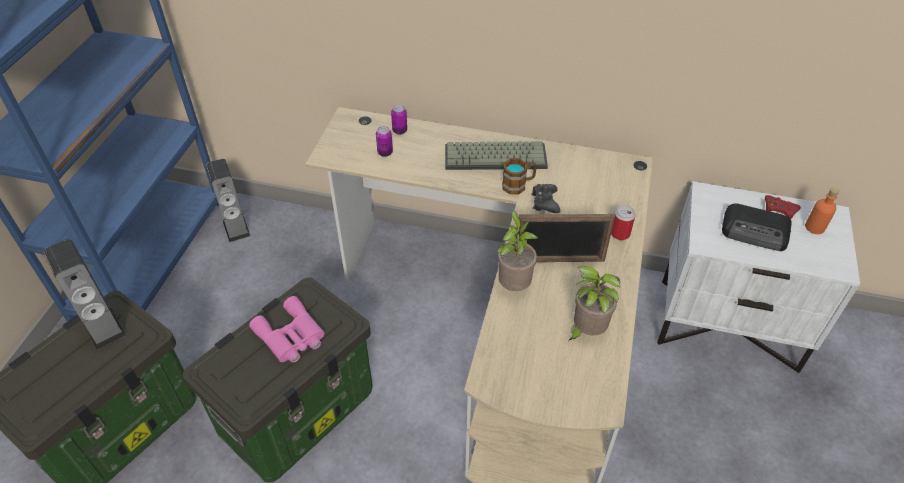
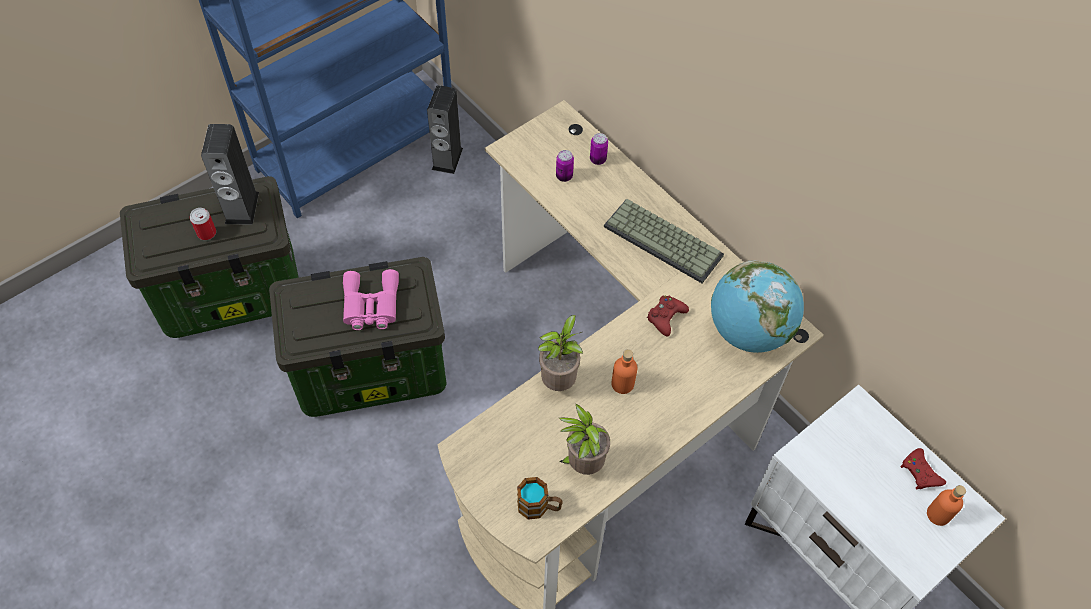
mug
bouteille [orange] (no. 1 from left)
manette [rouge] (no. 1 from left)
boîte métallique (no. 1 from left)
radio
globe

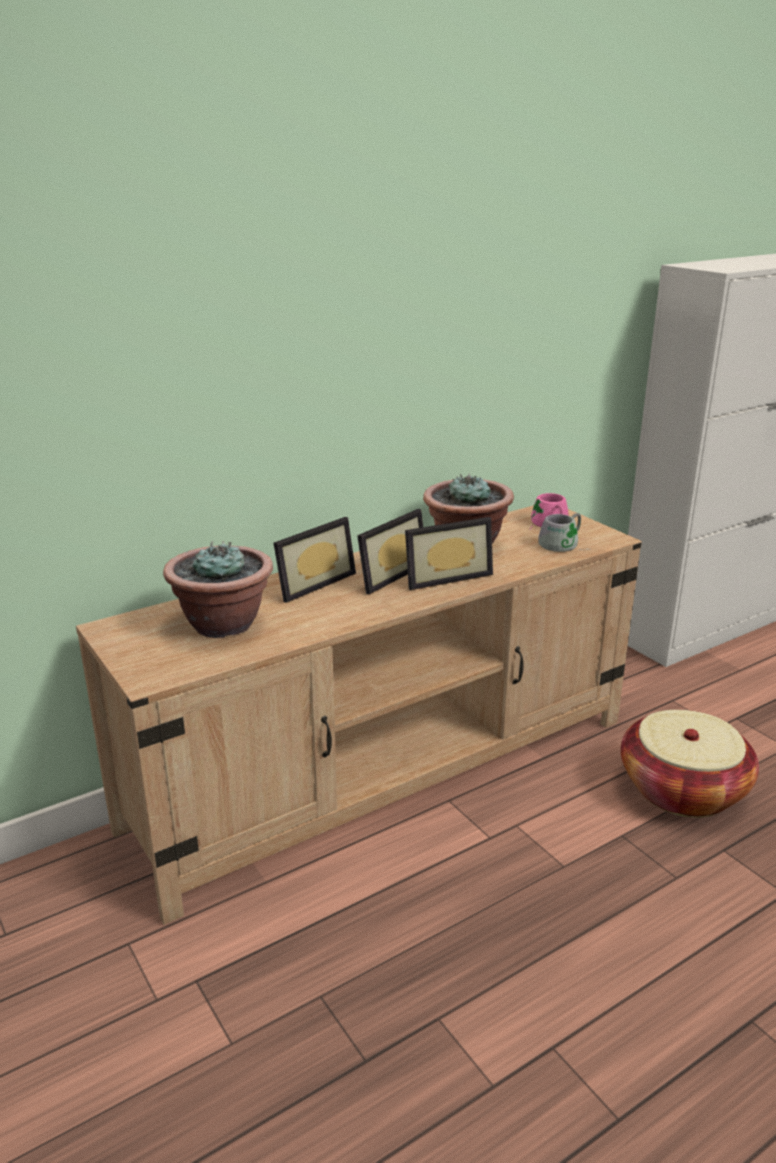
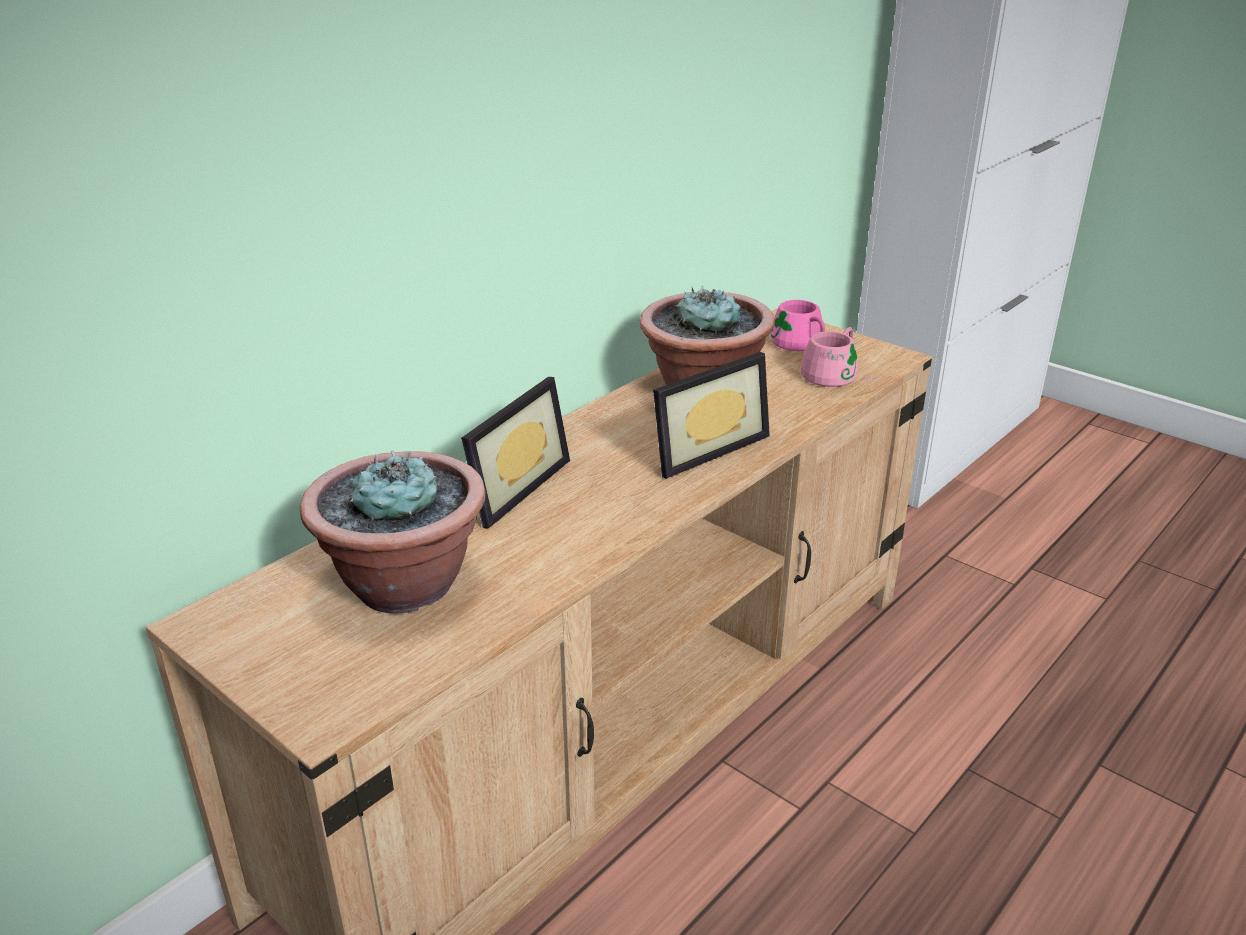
cadre photo (no. 2 from left in the first image)
mug [rose] (no. 2 from left)
panier

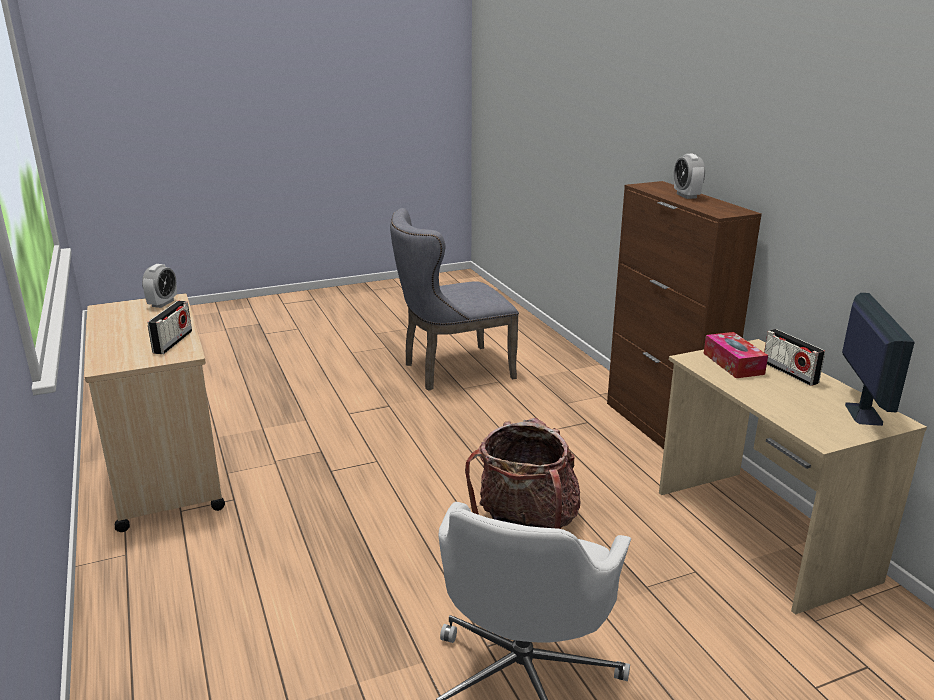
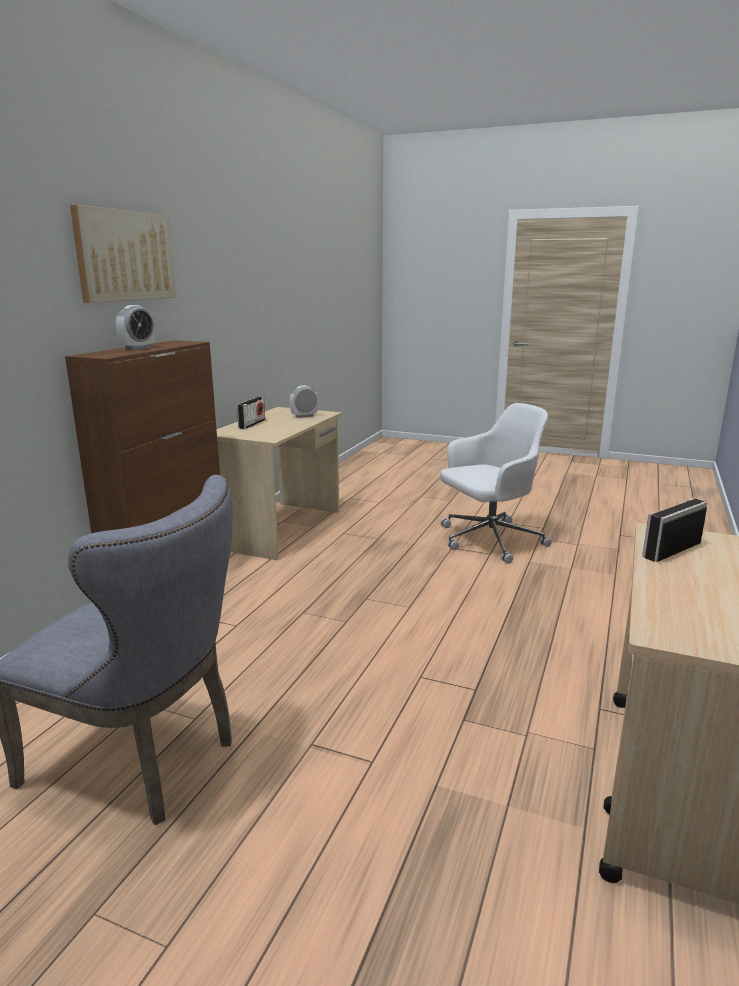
réveil (no. 2 from left)
sac à dos
boîte à mouchoirs
écran d'ordinateur
tableau

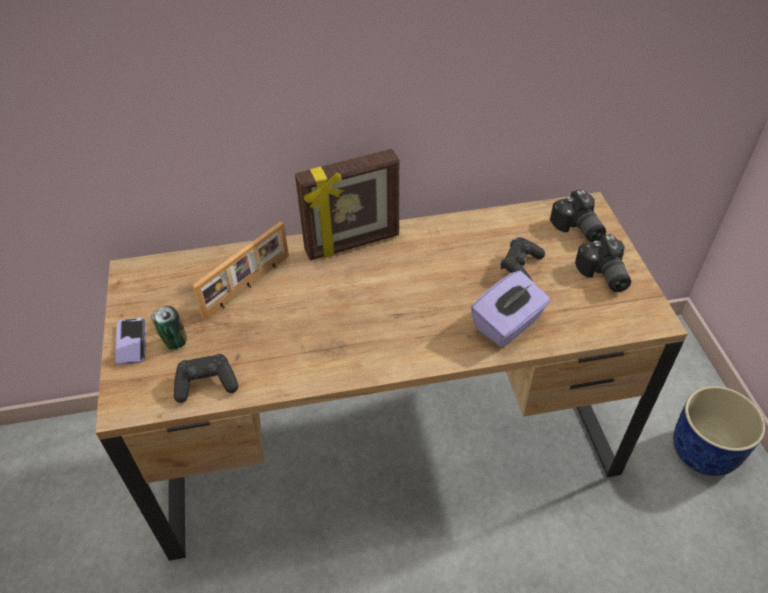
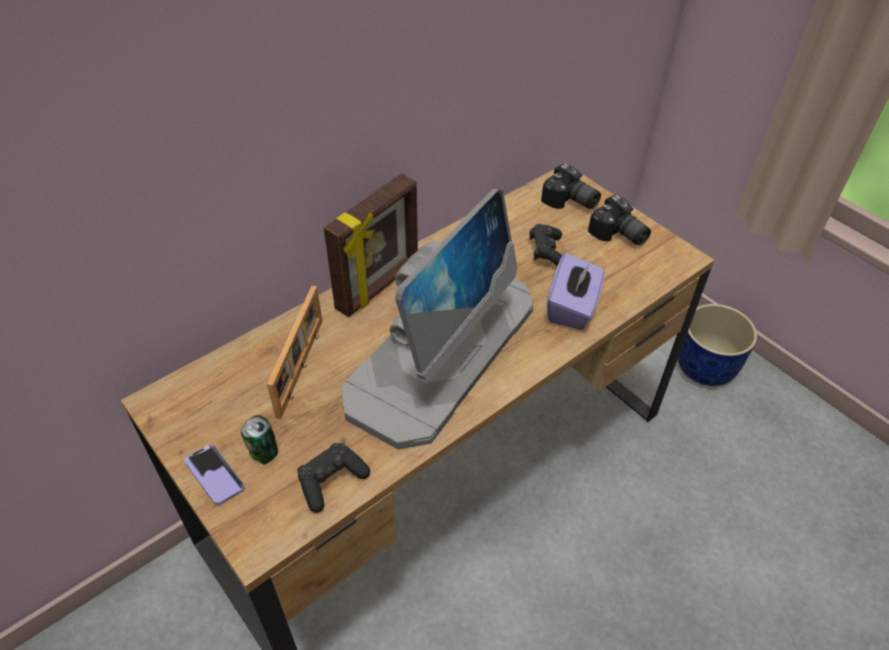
écran d'ordinateur

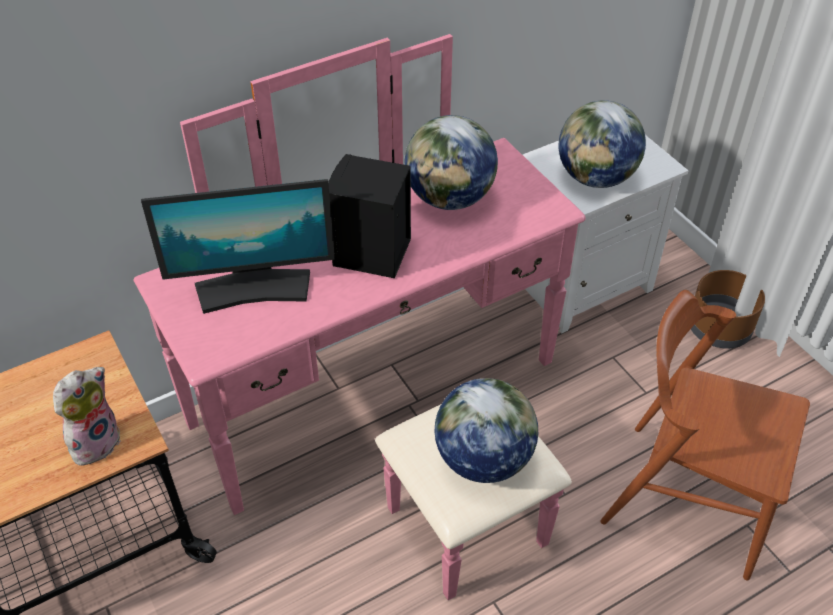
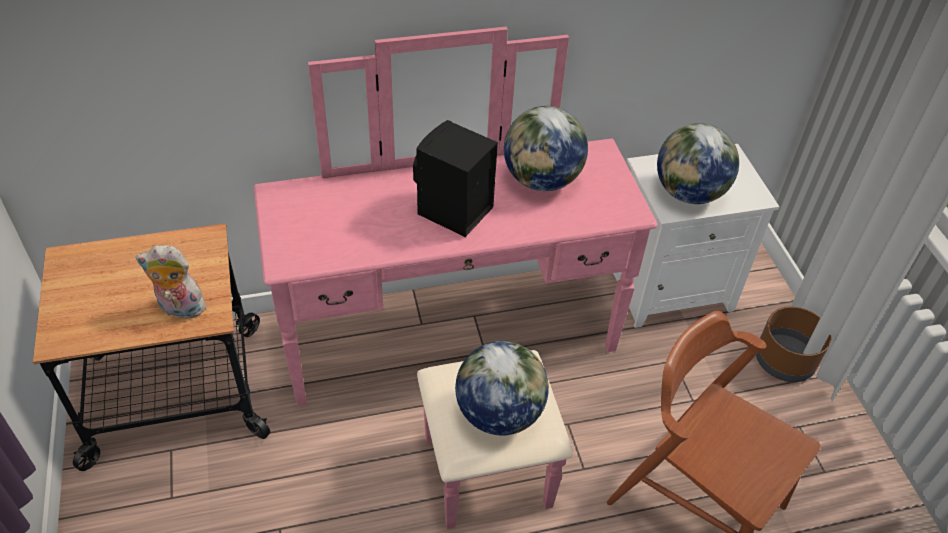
peluche
écran d'ordinateur

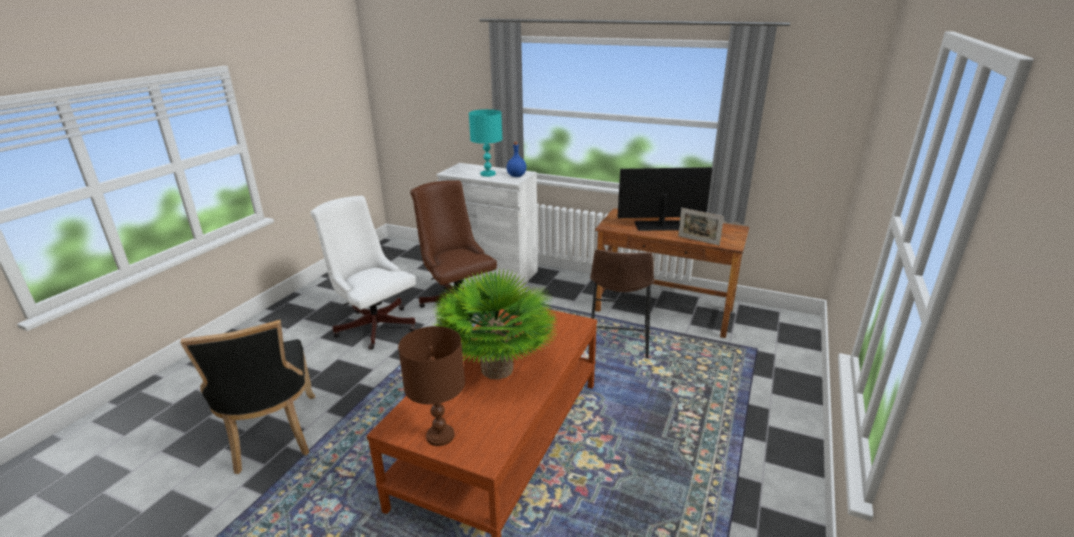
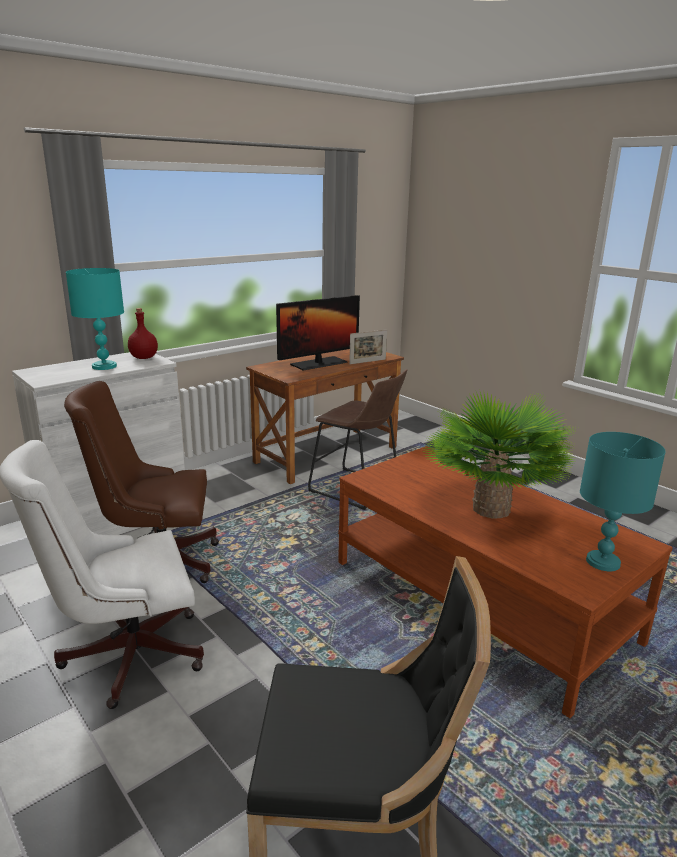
lampe de table [turquoise] (no. 2 from left)
bouteille [rouge]
écran d'ordinateur

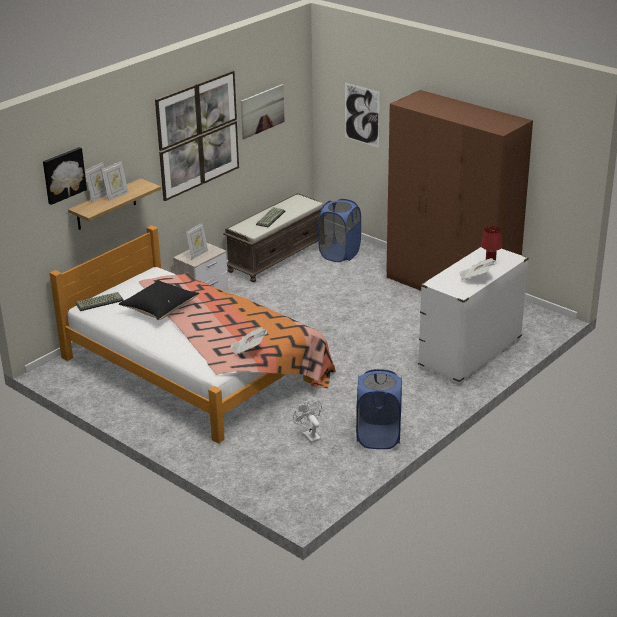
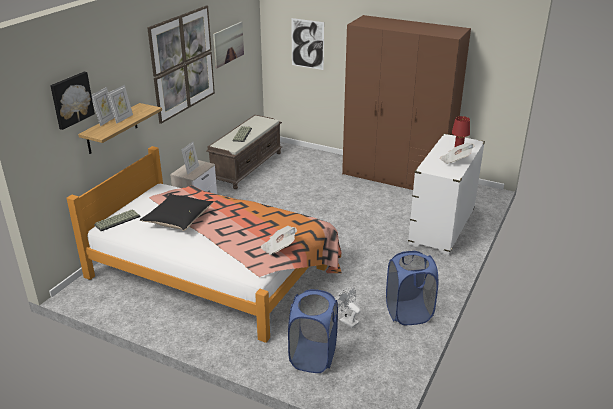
panier à linge [bleu] (no. 1 from left)

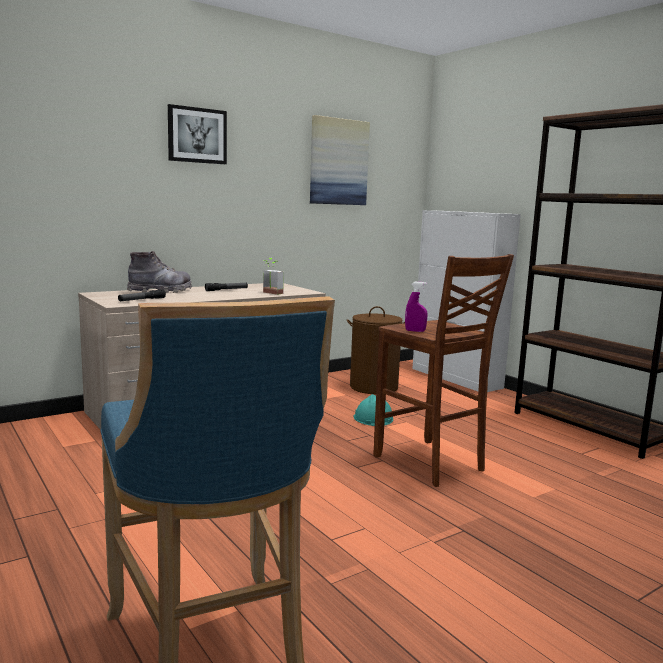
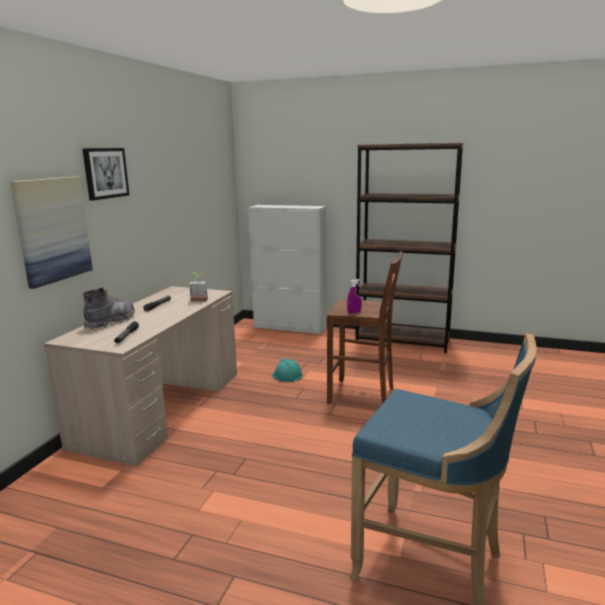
tableau (no. 1 from left)
panier à linge [marron]

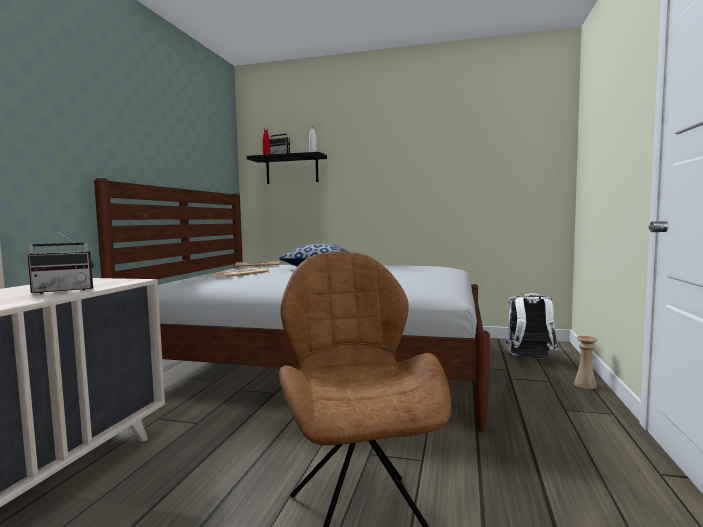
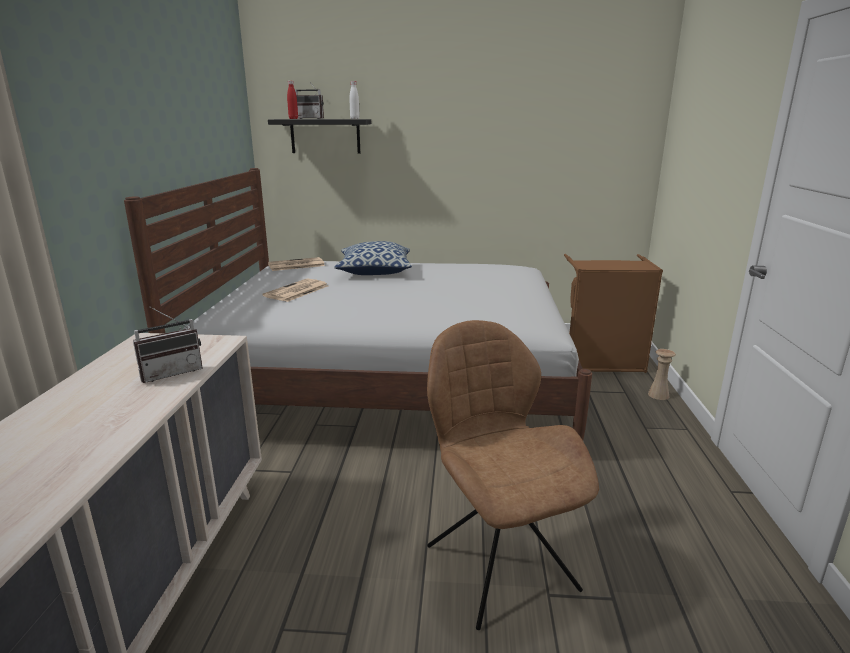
panier à linge [marron]

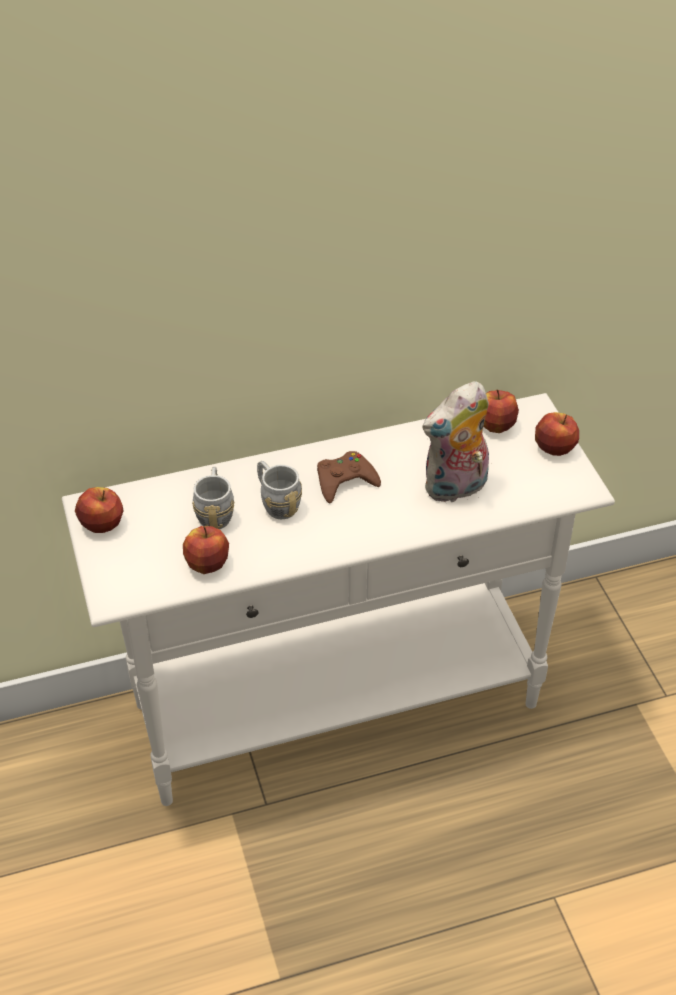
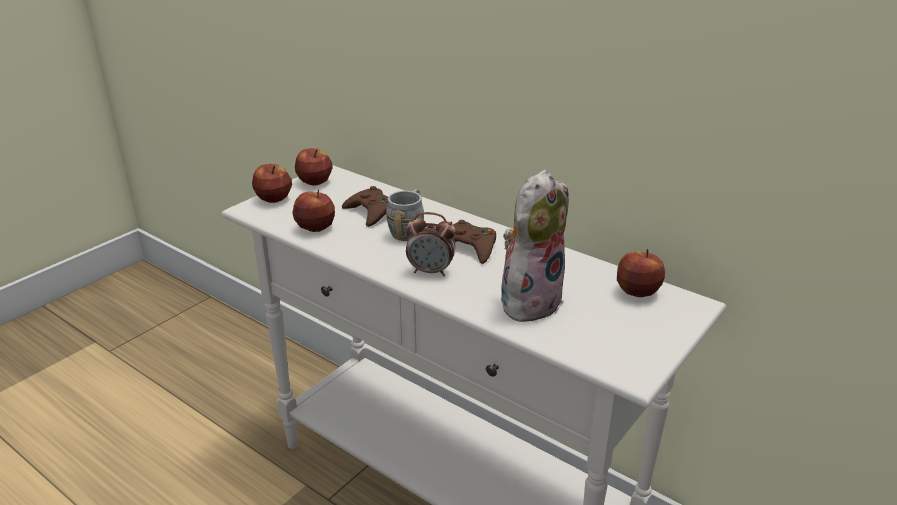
manette [marron] (no. 1 from left)
peluche
pomme (no. 1 from left)
réveil

